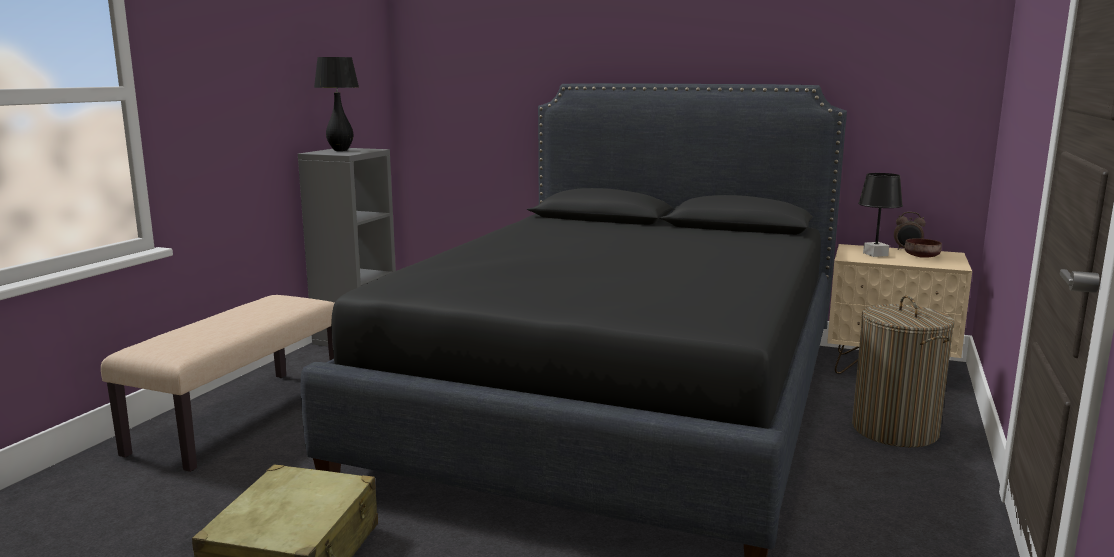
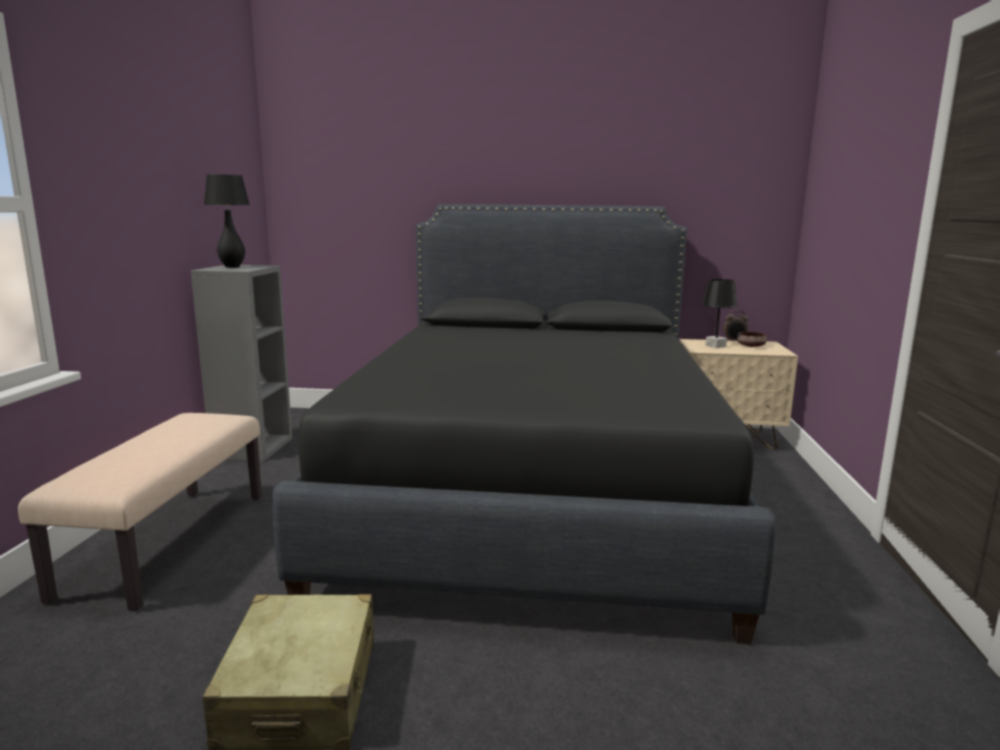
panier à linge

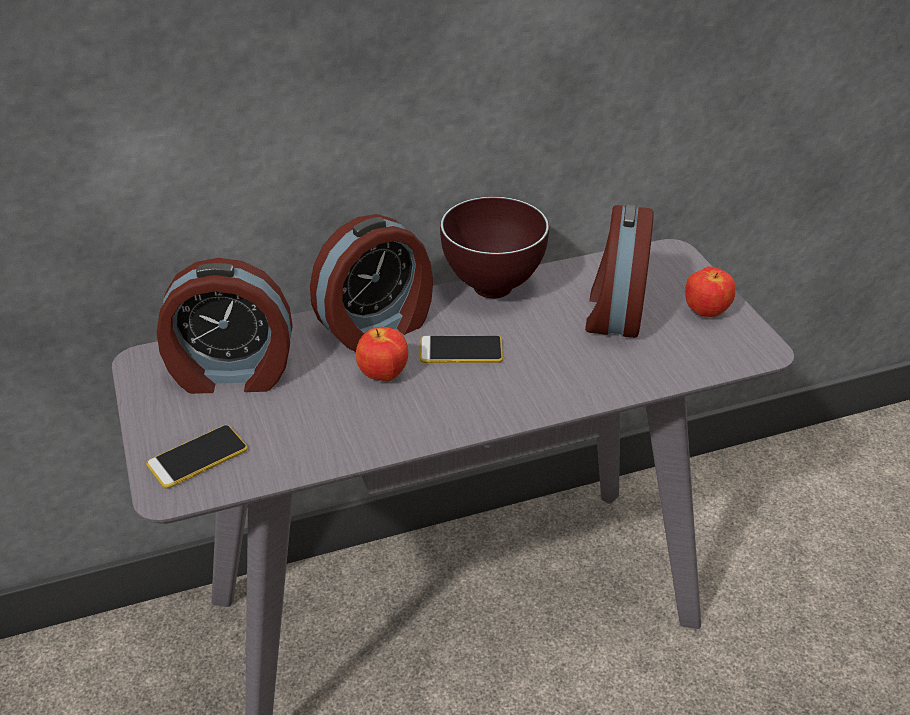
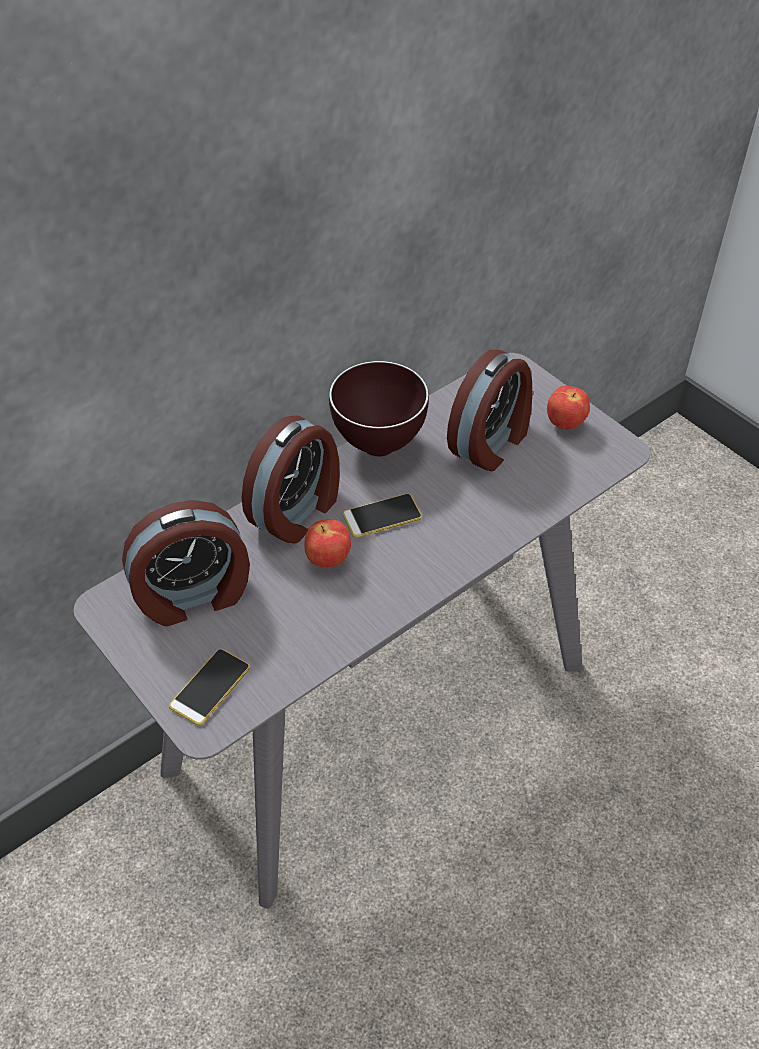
réveil (no. 3 from left)

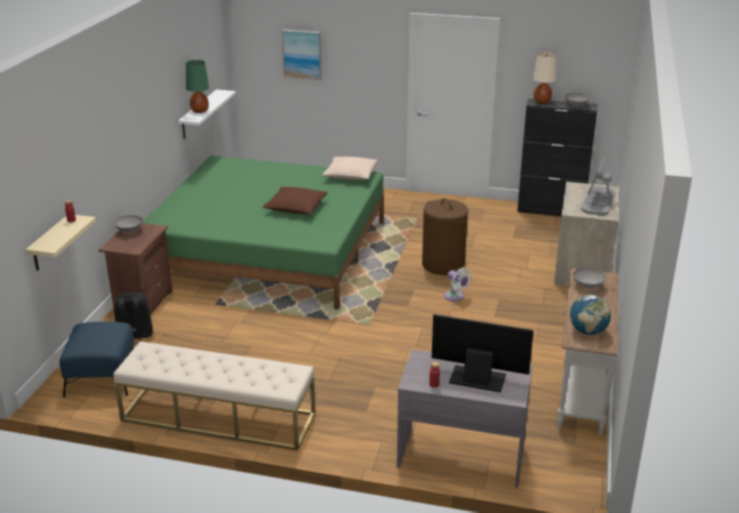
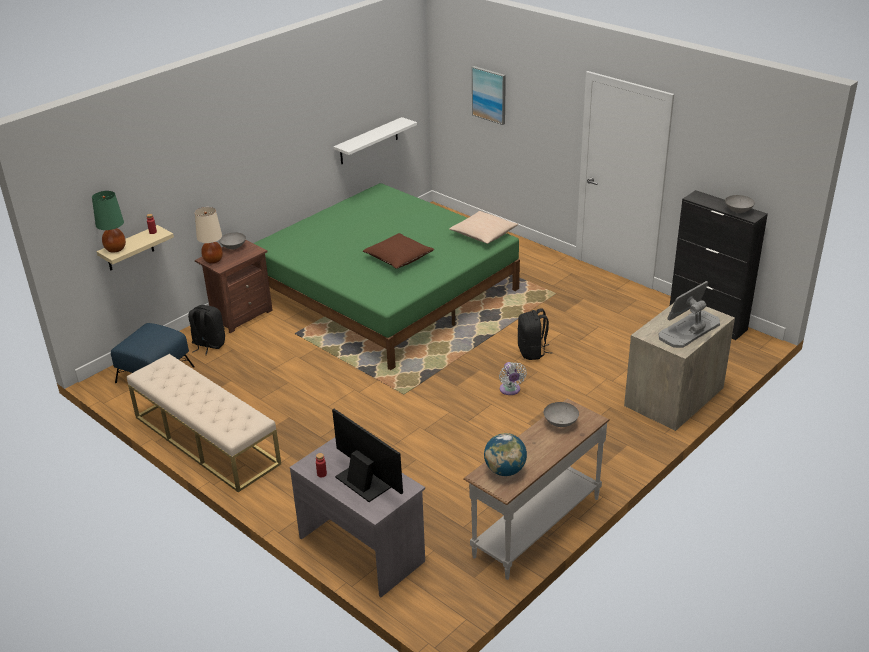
lampe de table [vert]
sac à dos [noir] (no. 2 from left)
lampe de table [beige]

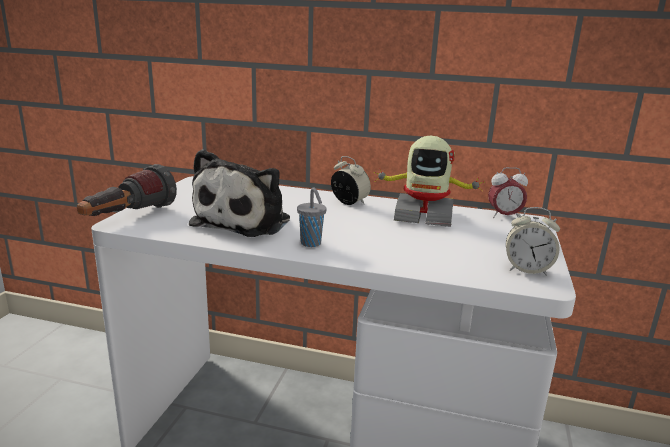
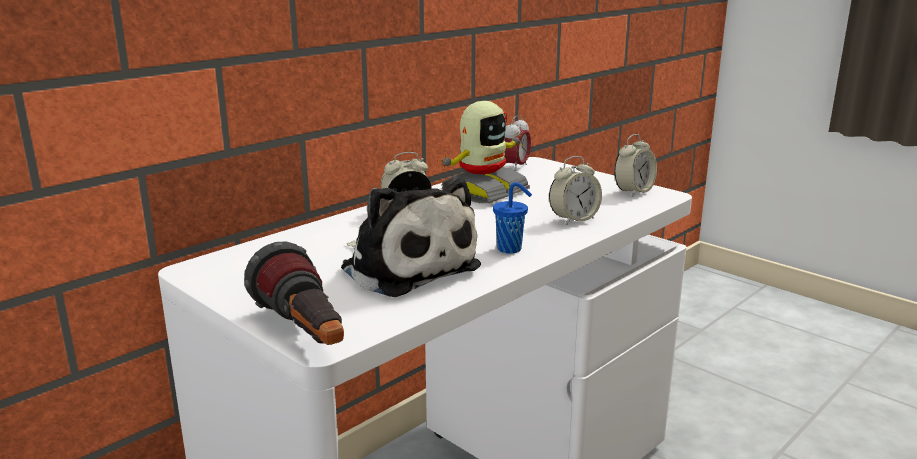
tasse [bleu]
réveil (no. 3 from left)

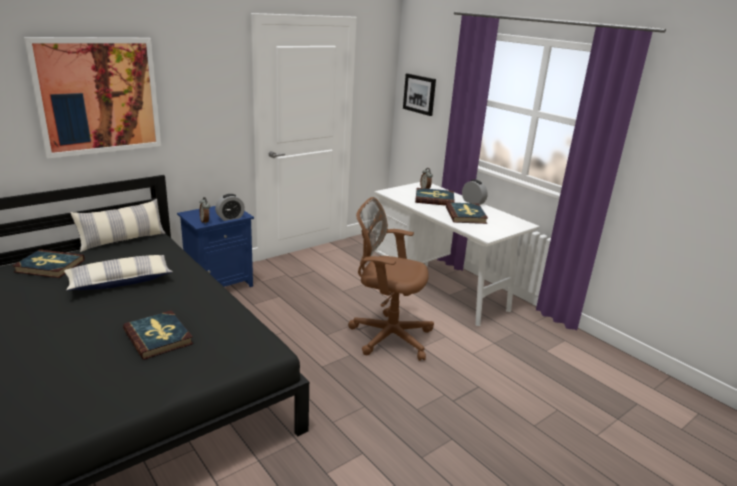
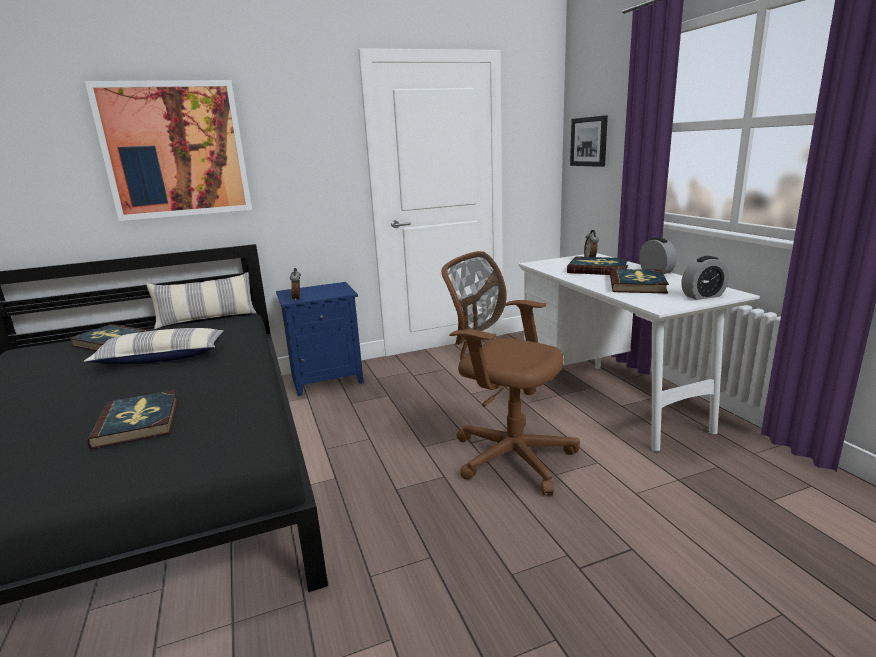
réveil (no. 4 from left)

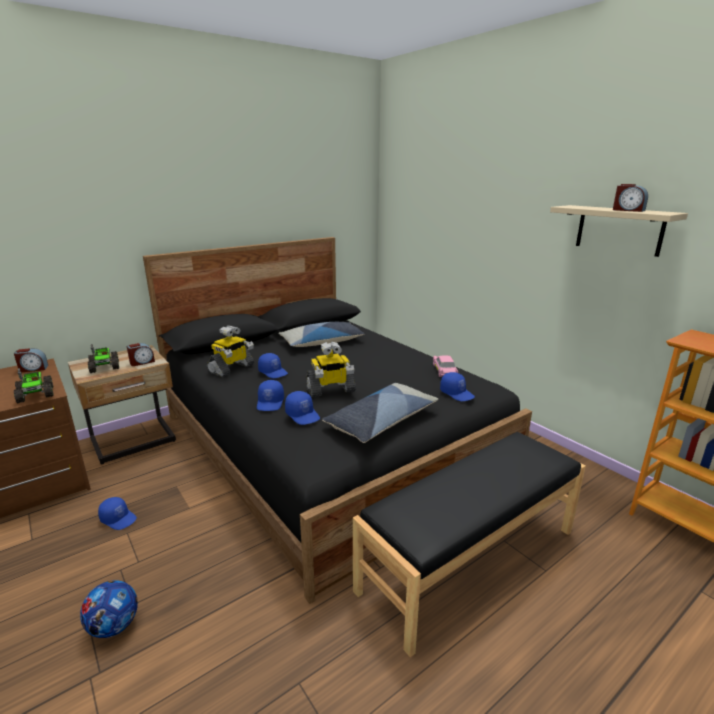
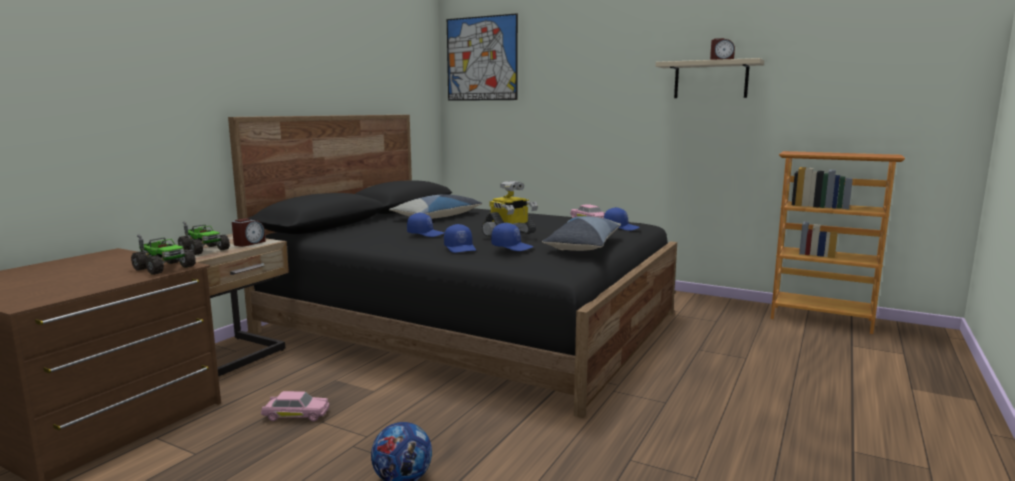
réveil (no. 1 from left in the first image)
petite voiture [rose] (no. 1 from left)
robot jouet (no. 1 from left in the first image)
banc [noir]
tableau

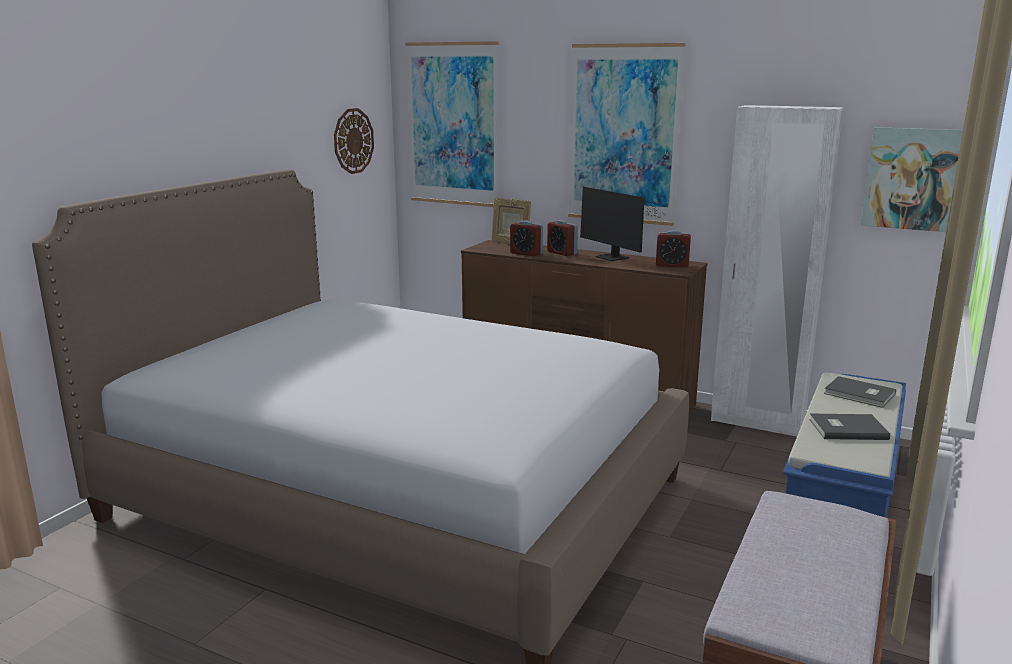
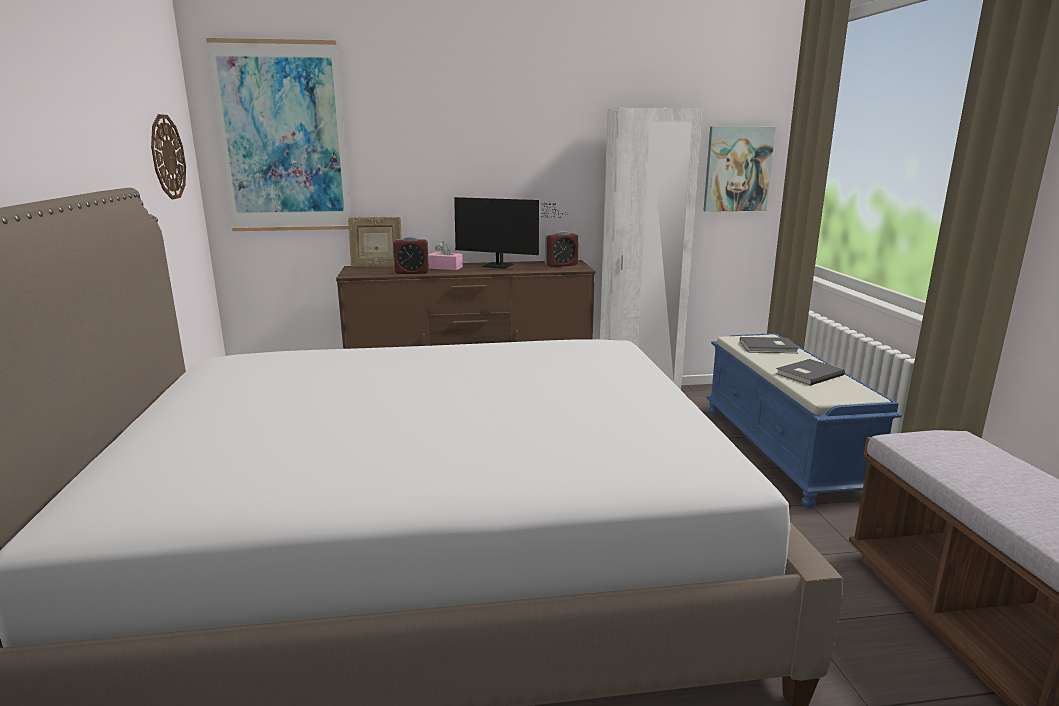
boîte à mouchoirs [rose]
tableau (no. 2 from left in the first image)

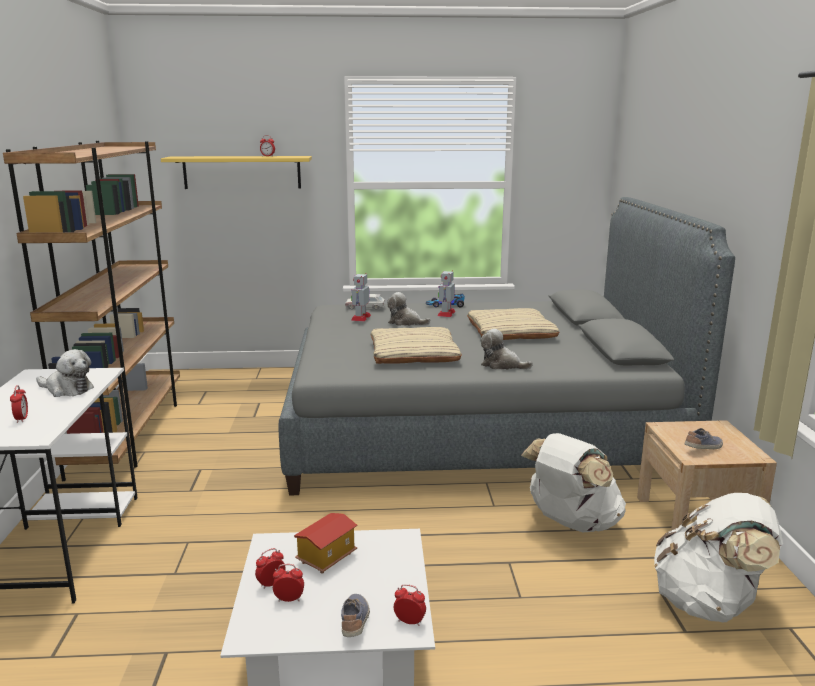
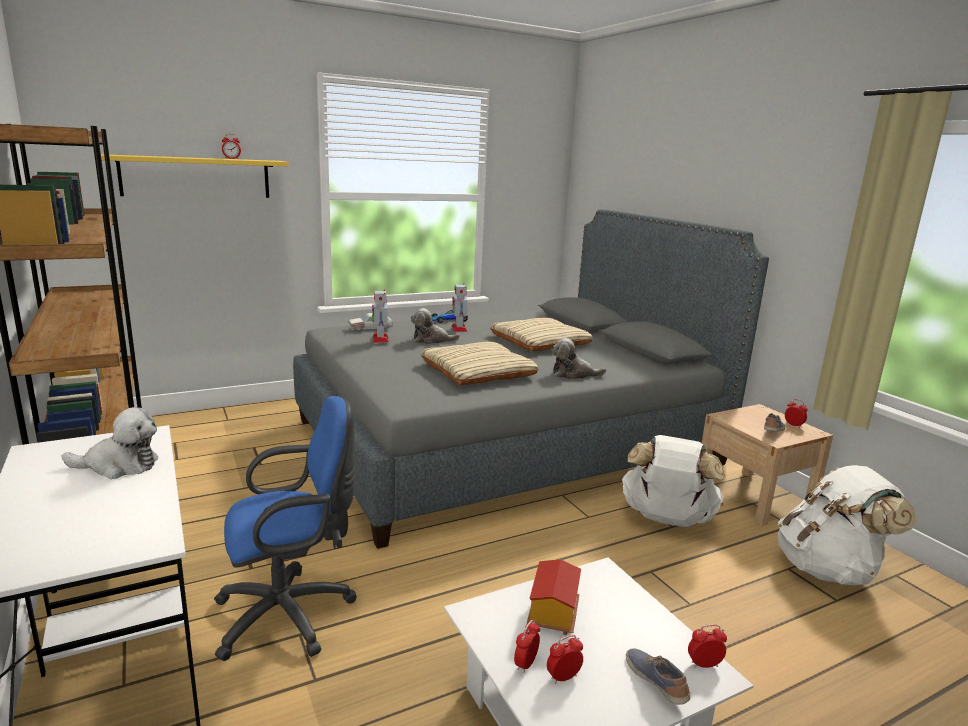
réveil (no. 5 from left)
chaise de bureau [bleu]

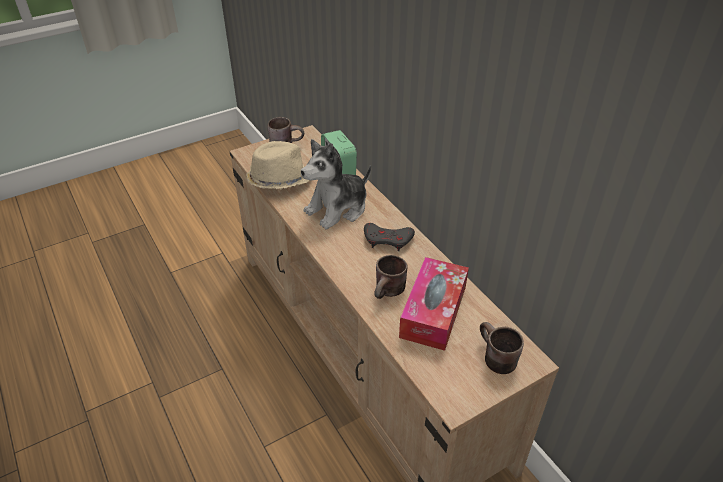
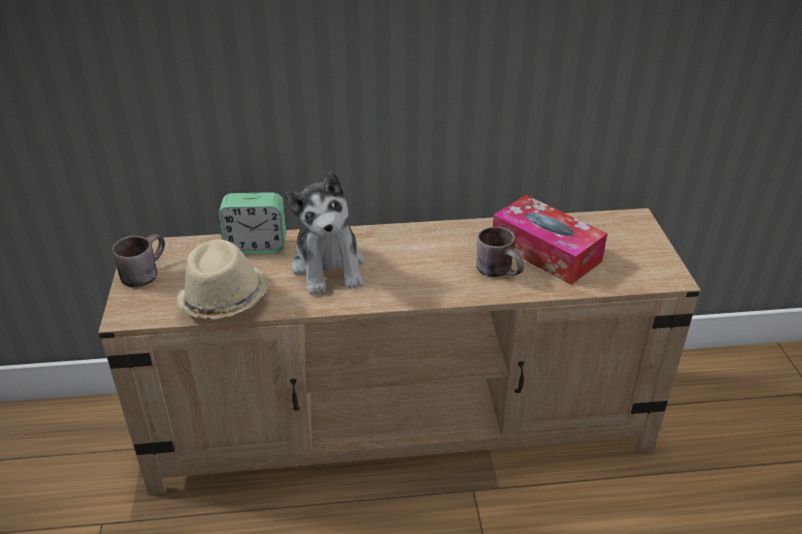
manette [gris]
mug [marron] (no. 3 from left in the first image)

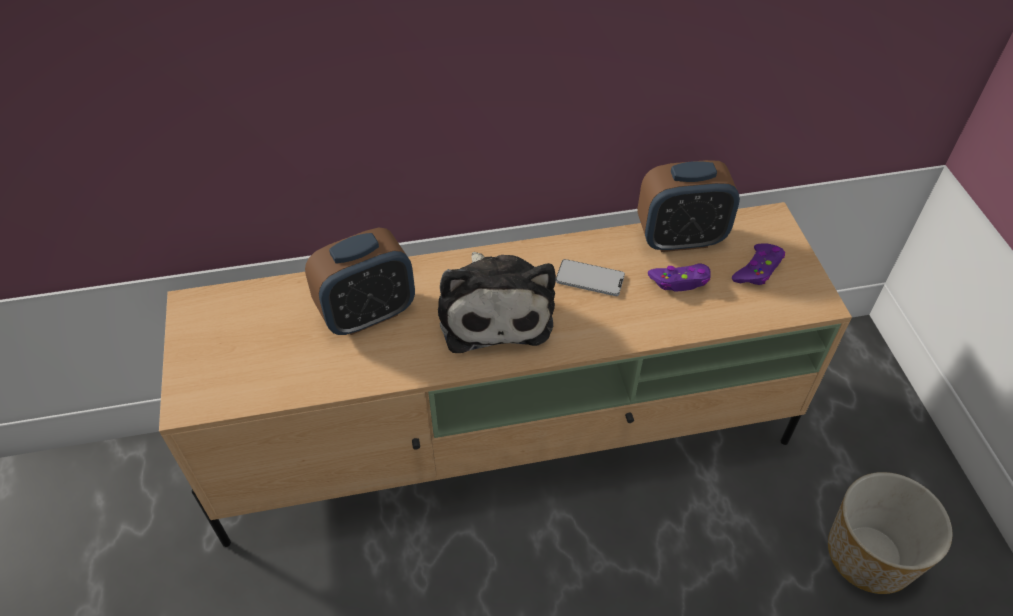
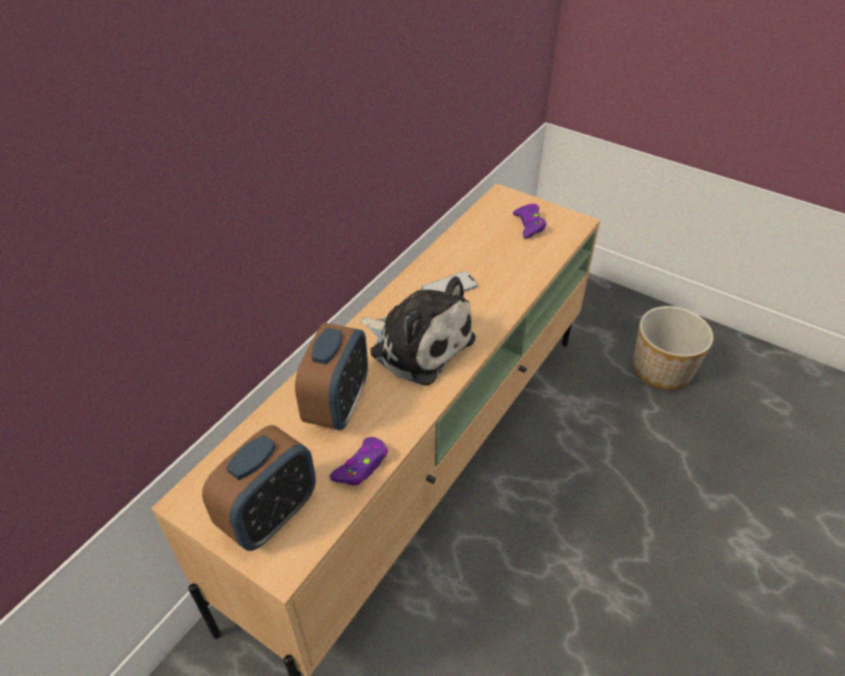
réveil (no. 1 from left)
manette [violet] (no. 1 from left)

